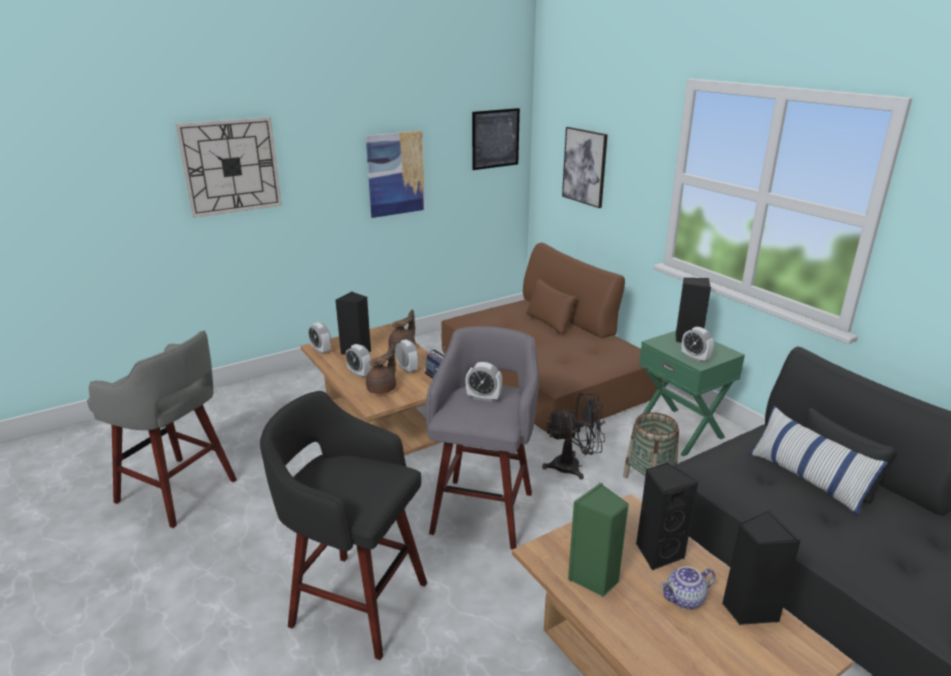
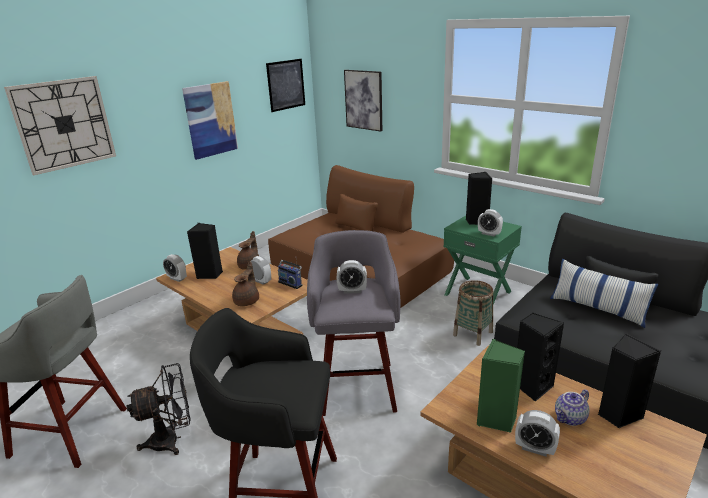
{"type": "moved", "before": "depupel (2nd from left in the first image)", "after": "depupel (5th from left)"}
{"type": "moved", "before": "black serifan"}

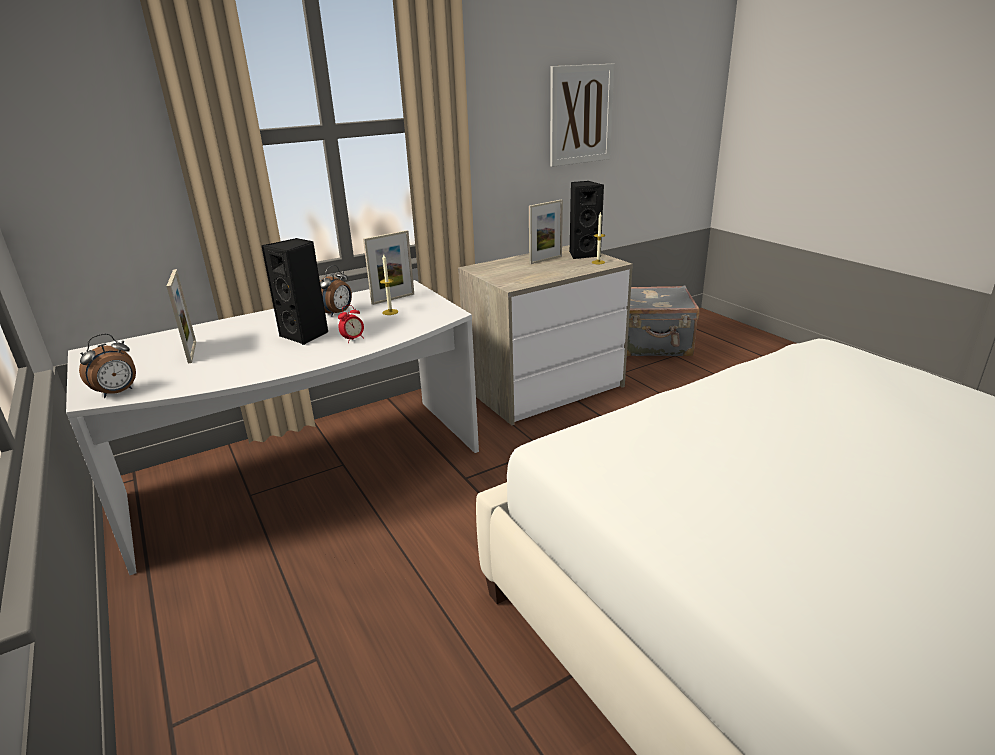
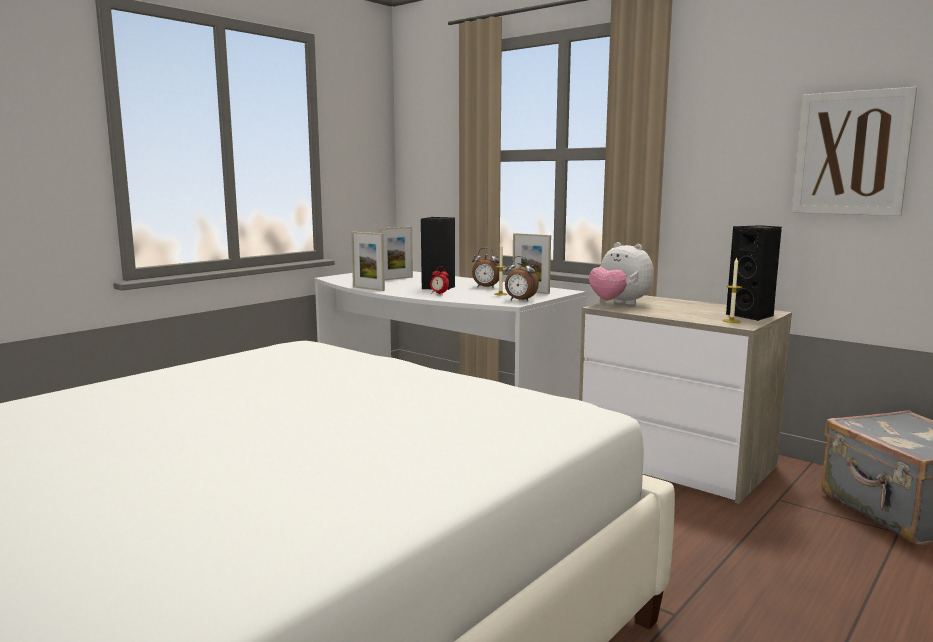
{"type": "added", "after": "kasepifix"}
{"type": "moved", "before": "depupel (1st from left in the first image)", "after": "depupel (3rd from left)"}
{"type": "moved", "before": "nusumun (3rd from left in the first image)", "after": "nusumun (1st from left)"}

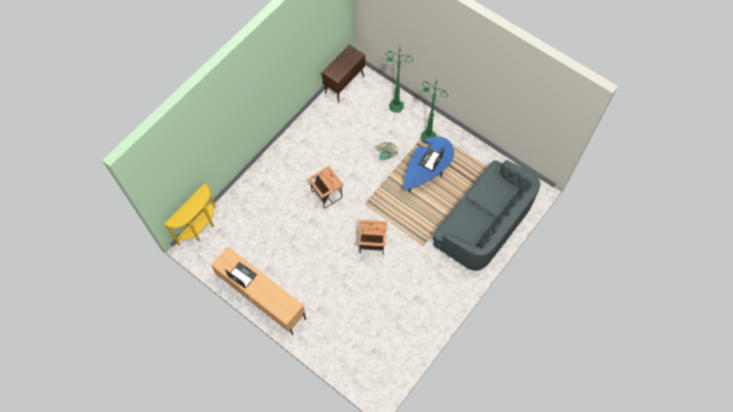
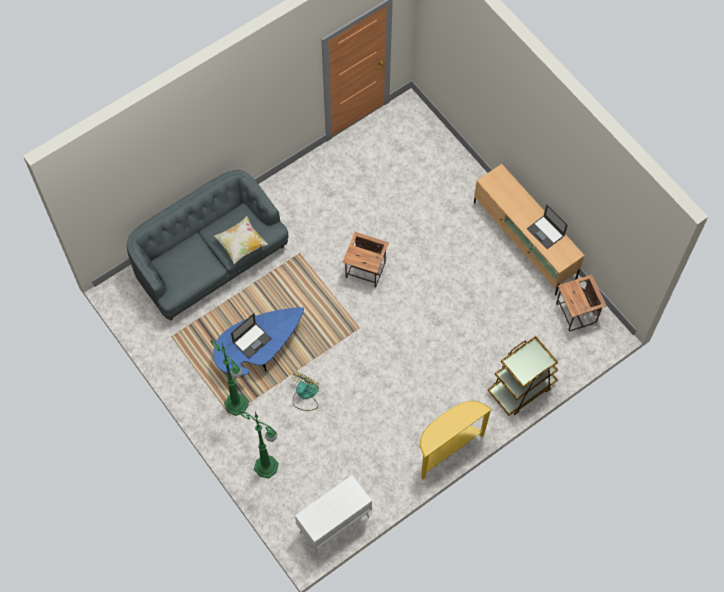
{"type": "added", "after": "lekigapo"}
{"type": "added", "after": "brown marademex"}
{"type": "moved", "before": "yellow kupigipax"}
{"type": "moved", "before": "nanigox (1st from left in the first image)", "after": "nanigox (2nd from left)"}
{"type": "recoloured", "before": "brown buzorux", "after": "white buzorux"}

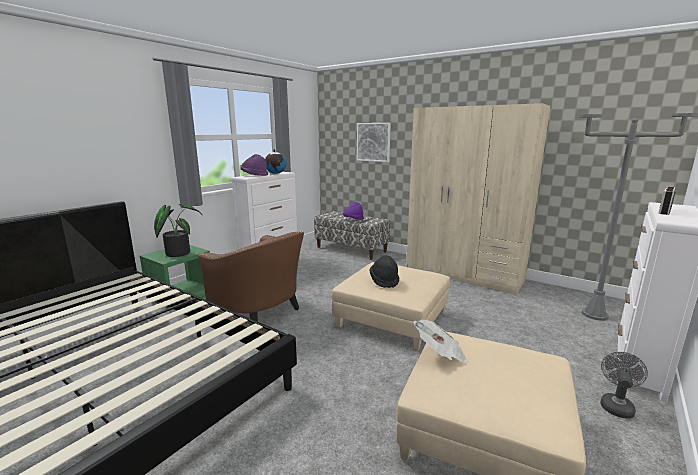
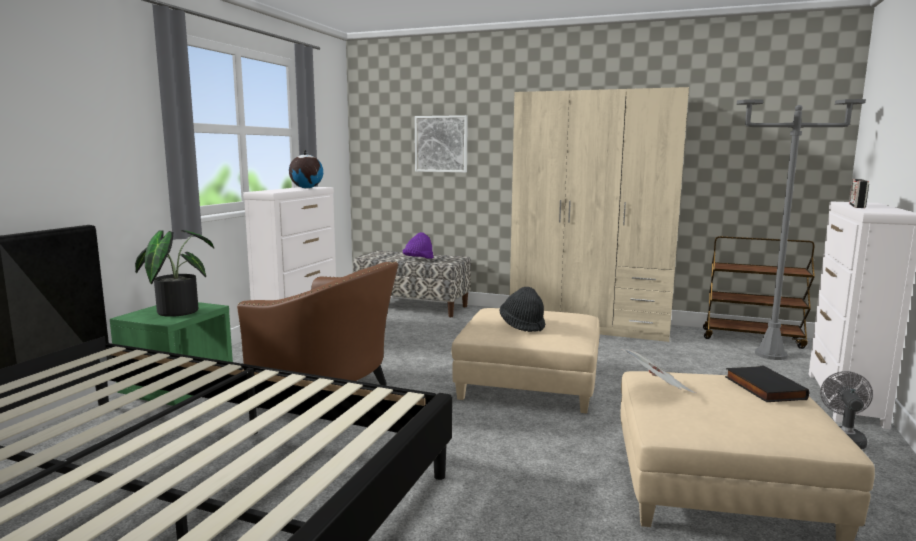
{"type": "removed", "before": "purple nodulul (1st from left)"}
{"type": "added", "after": "brown marademex"}
{"type": "added", "after": "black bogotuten"}

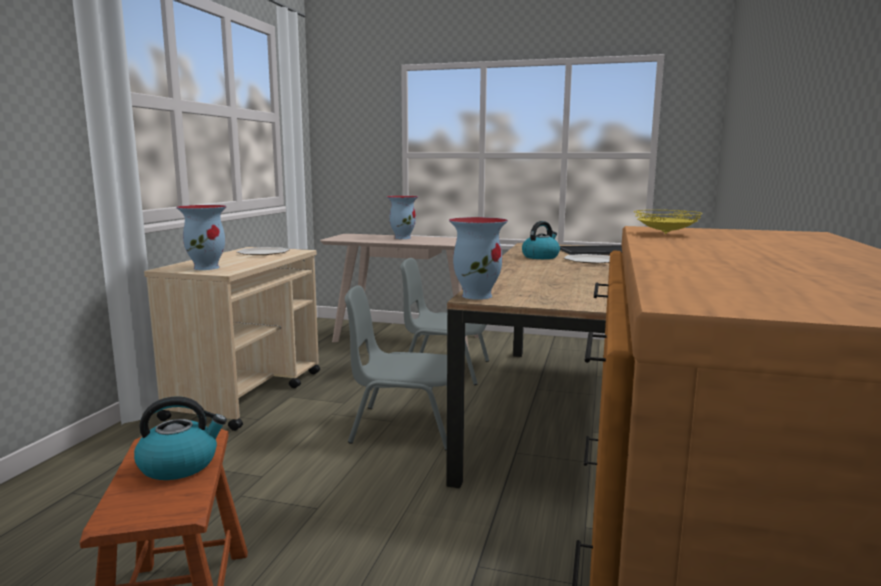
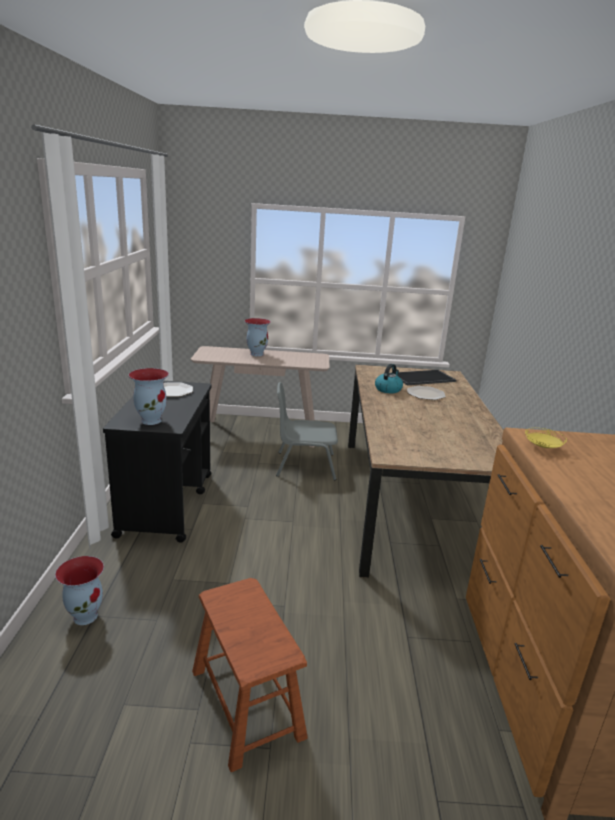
{"type": "removed", "before": "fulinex (1st from left)"}
{"type": "removed", "before": "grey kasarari (1st from left)"}
{"type": "moved", "before": "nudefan (3rd from left in the first image)", "after": "nudefan (1st from left)"}
{"type": "recoloured", "before": "beige marademex", "after": "black marademex"}

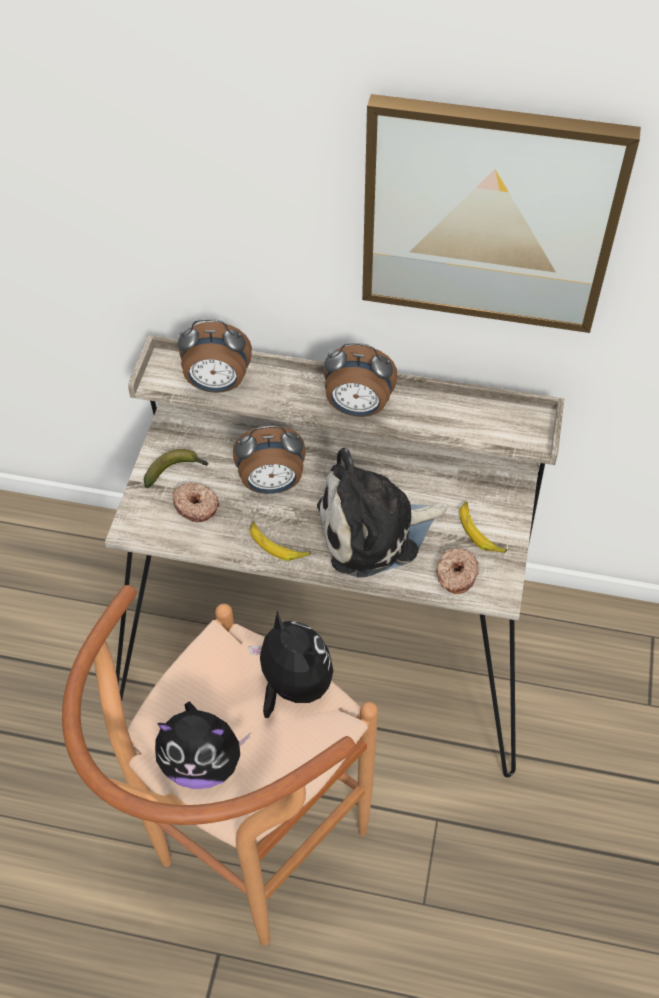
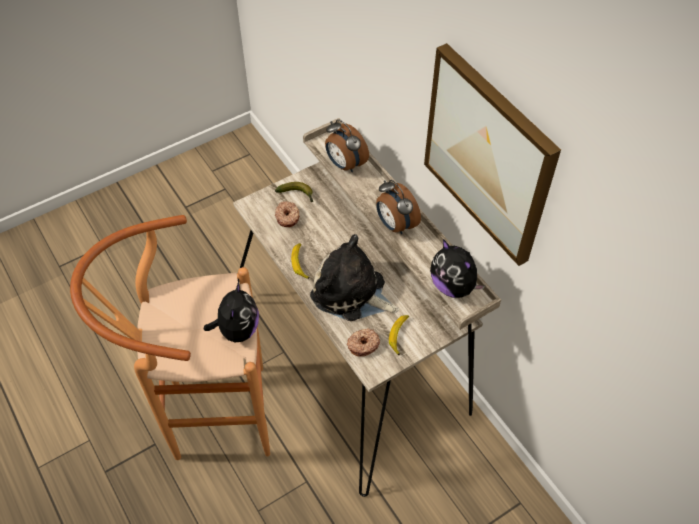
{"type": "removed", "before": "depupel (2nd from left)"}
{"type": "moved", "before": "kasepifix (1st from left in the first image)", "after": "kasepifix (3rd from left)"}

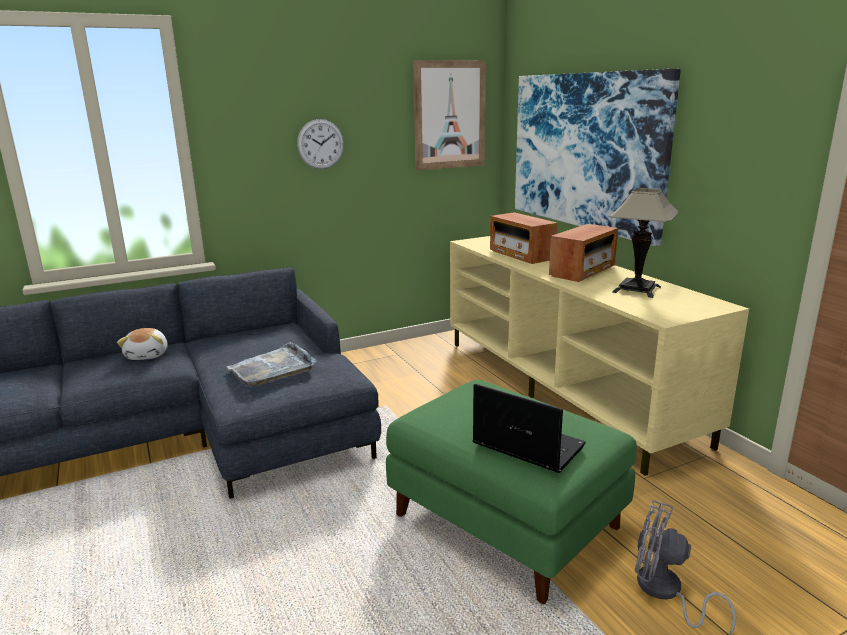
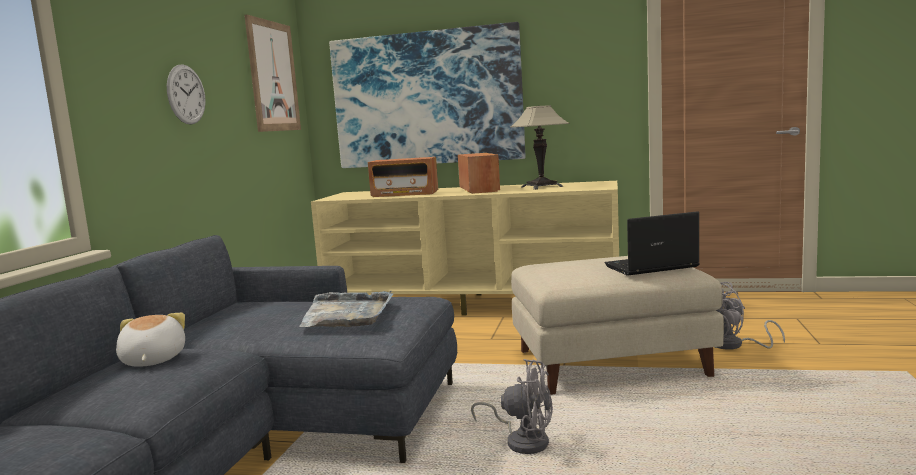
{"type": "added", "after": "grey serifan (1st from left)"}
{"type": "recoloured", "before": "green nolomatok", "after": "beige nolomatok"}
{"type": "turned", "before": "kasepifix", "turn": -135}

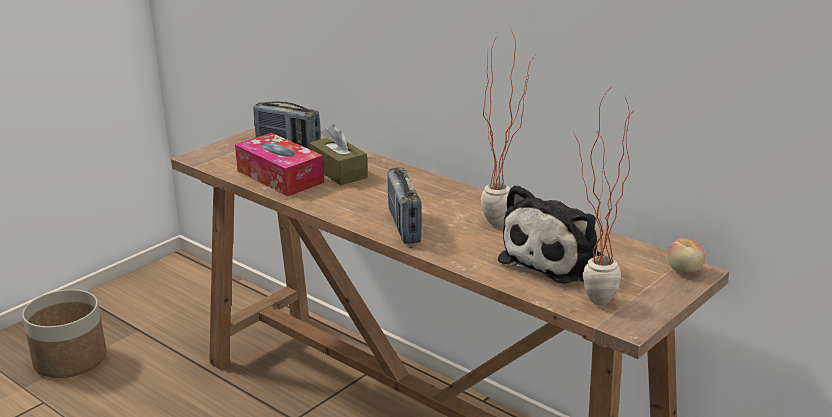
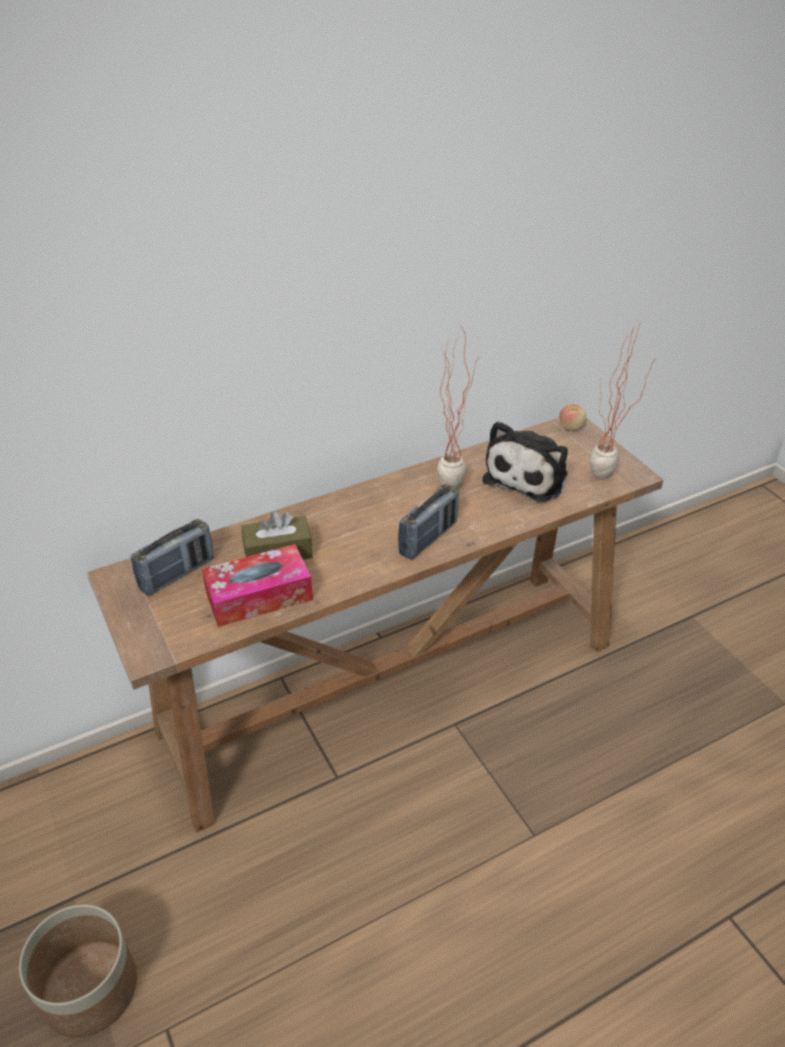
{"type": "turned", "before": "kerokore (2nd from left)", "turn": -60}
{"type": "turned", "before": "kasepifix", "turn": 60}

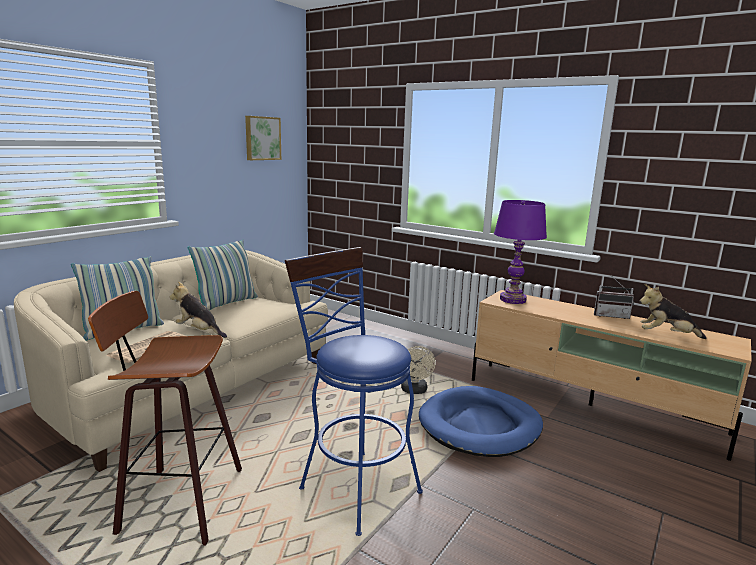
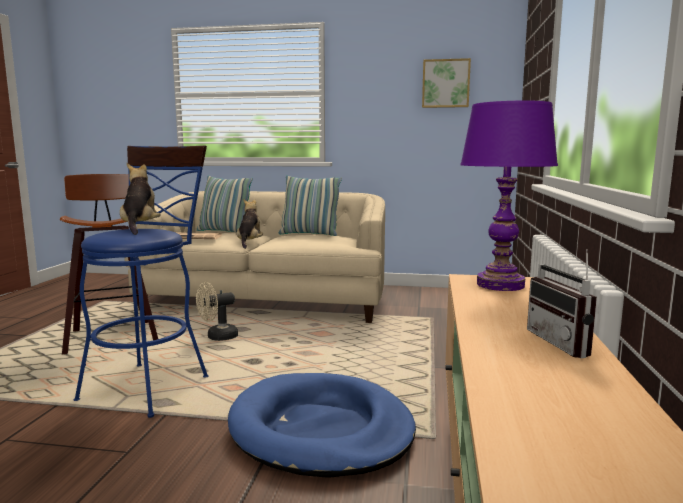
{"type": "moved", "before": "beige serifan"}
{"type": "moved", "before": "kasepifix (2nd from left in the first image)", "after": "kasepifix (1st from left)"}

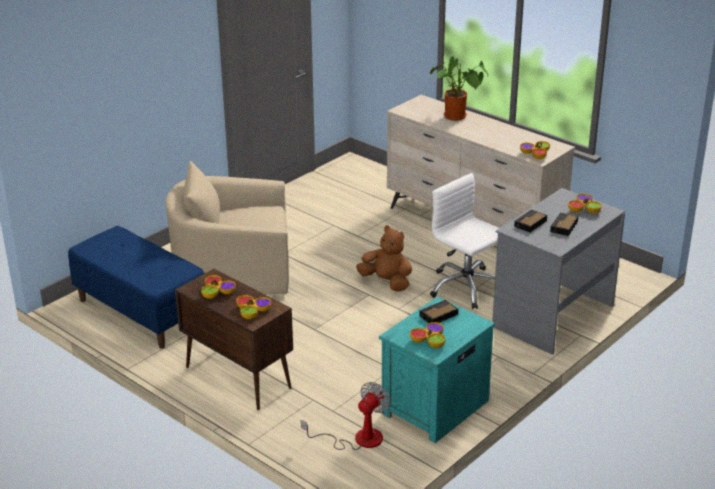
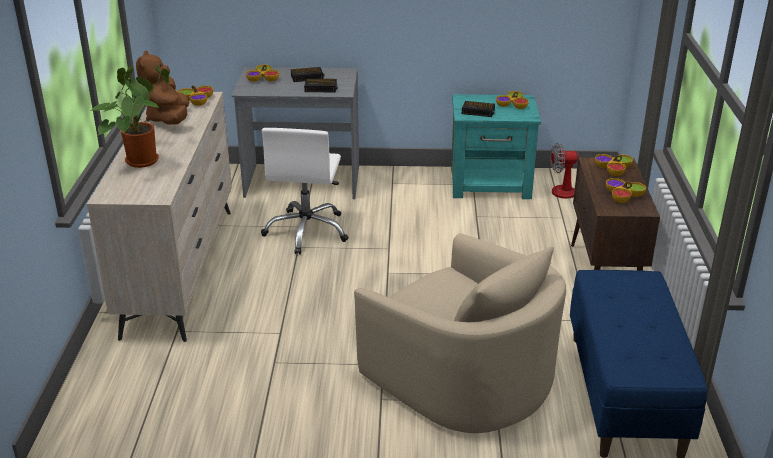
{"type": "moved", "before": "brown kasepifix"}

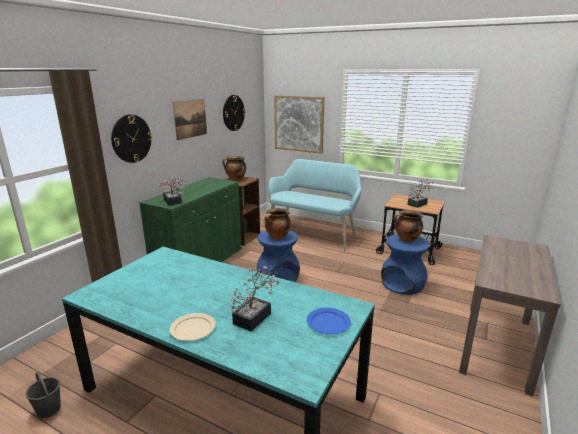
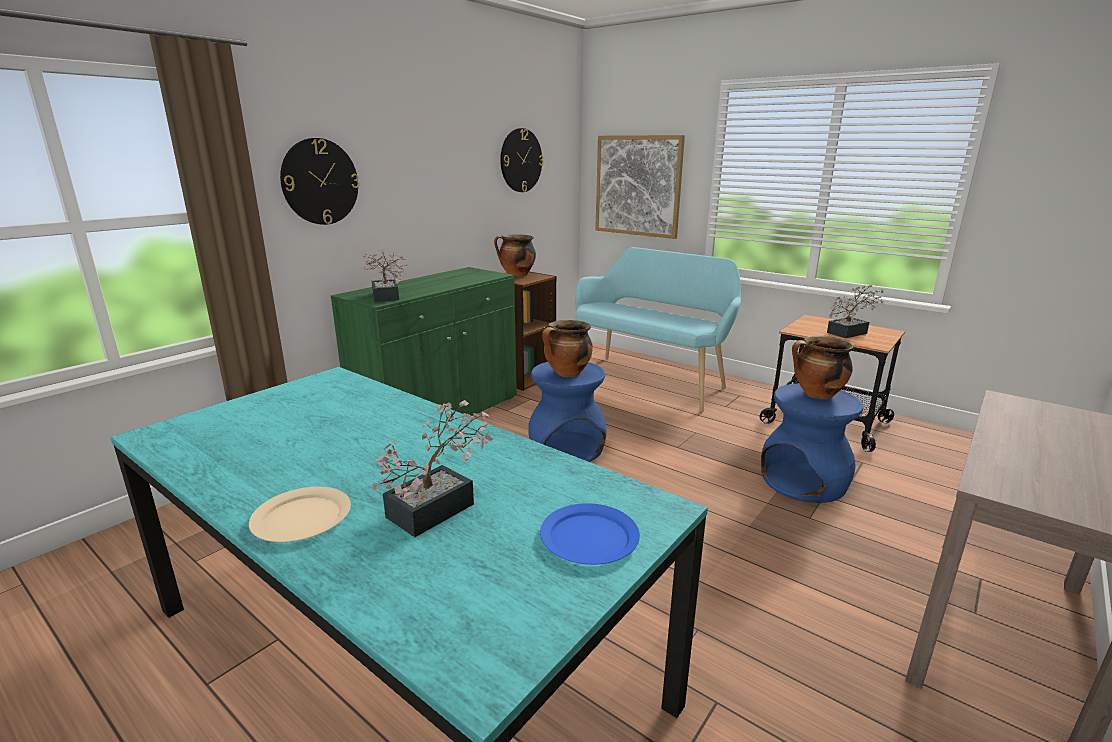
{"type": "removed", "before": "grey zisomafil"}
{"type": "removed", "before": "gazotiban (1st from left)"}

